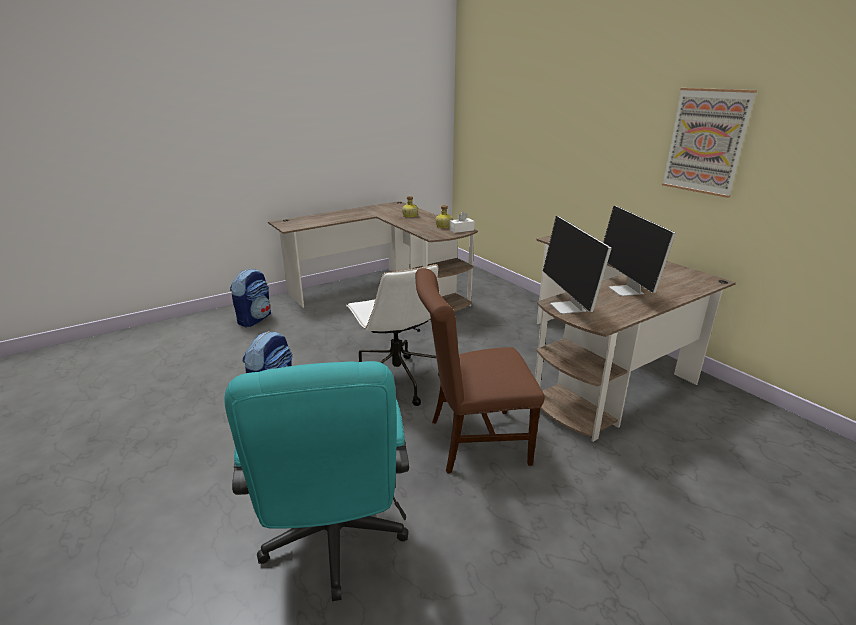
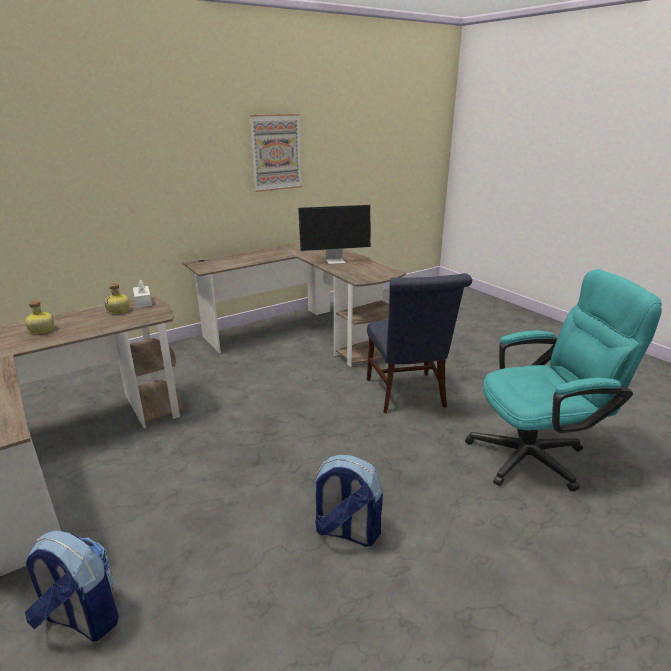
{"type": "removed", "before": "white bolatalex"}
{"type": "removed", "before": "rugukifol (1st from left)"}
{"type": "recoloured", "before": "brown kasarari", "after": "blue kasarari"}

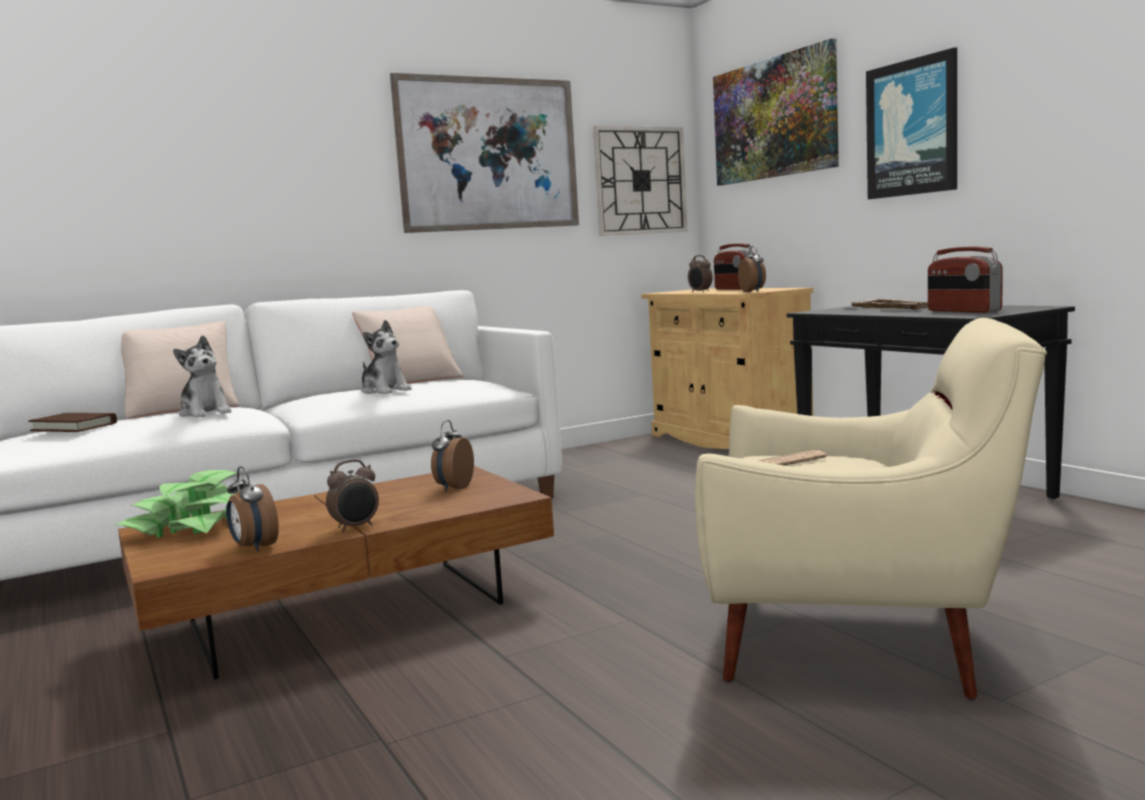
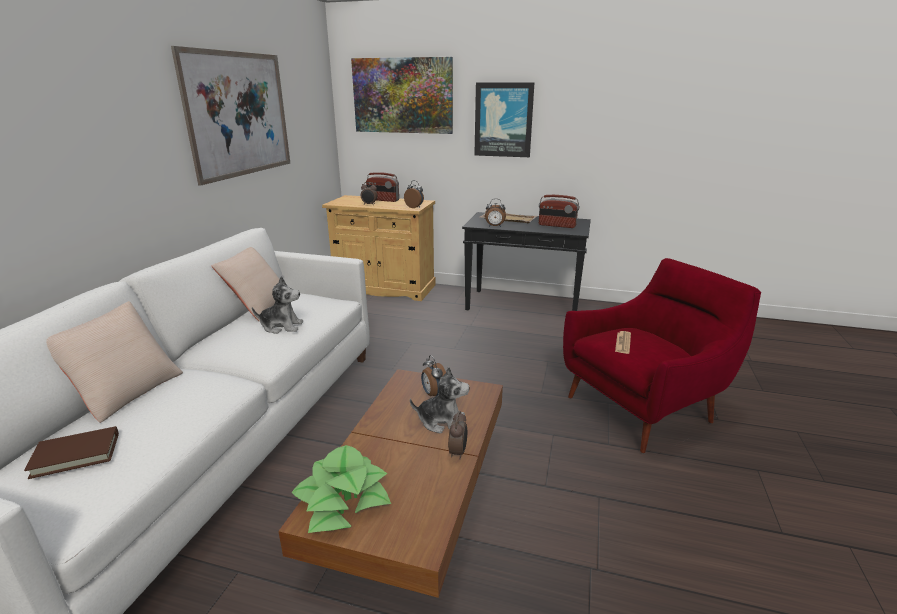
{"type": "removed", "before": "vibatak"}
{"type": "moved", "before": "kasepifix (1st from left in the first image)", "after": "kasepifix (2nd from left)"}
{"type": "moved", "before": "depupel (1st from left in the first image)", "after": "depupel (5th from left)"}
{"type": "recoloured", "before": "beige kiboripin", "after": "red kiboripin"}

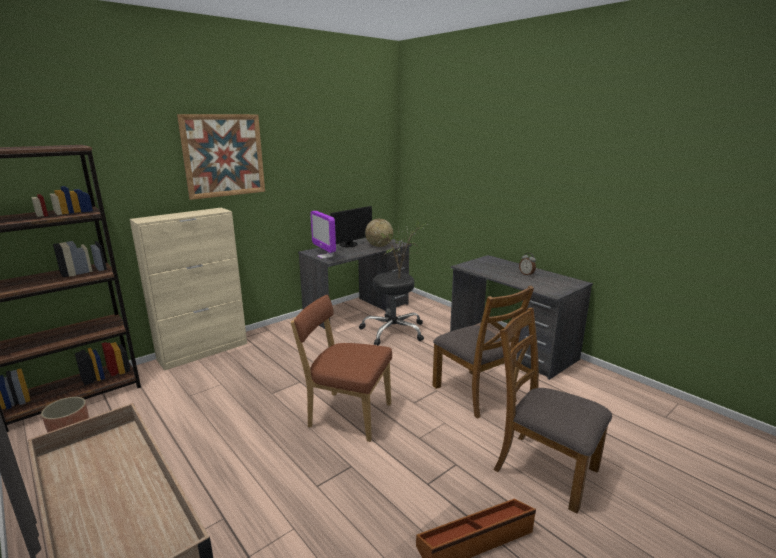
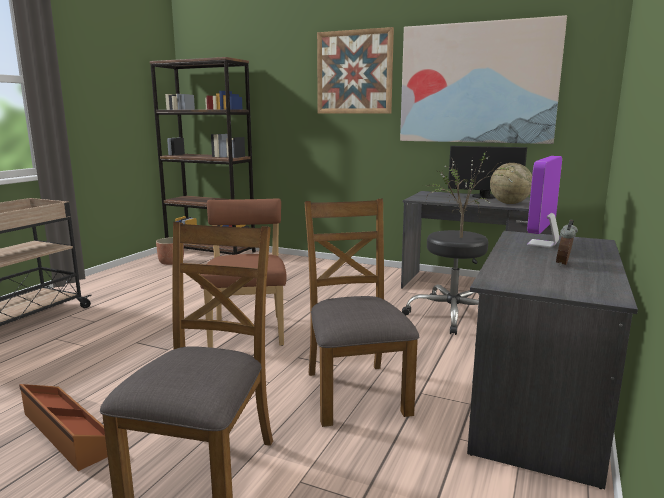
{"type": "removed", "before": "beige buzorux"}
{"type": "added", "after": "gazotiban (2nd from left)"}
{"type": "moved", "before": "rugukifol (1st from left in the first image)", "after": "rugukifol (2nd from left)"}
{"type": "turned", "before": "brown kasarari (2nd from left in the first image)", "turn": 135}

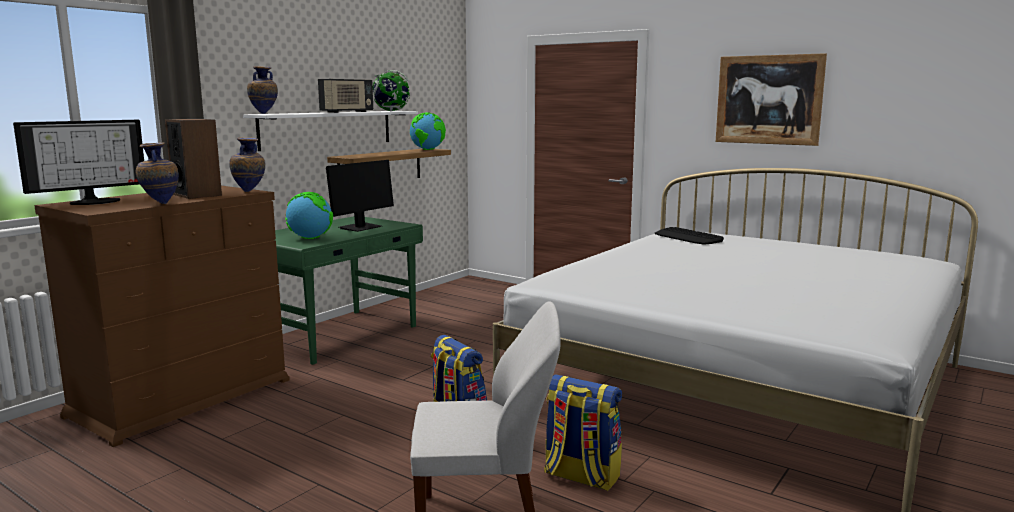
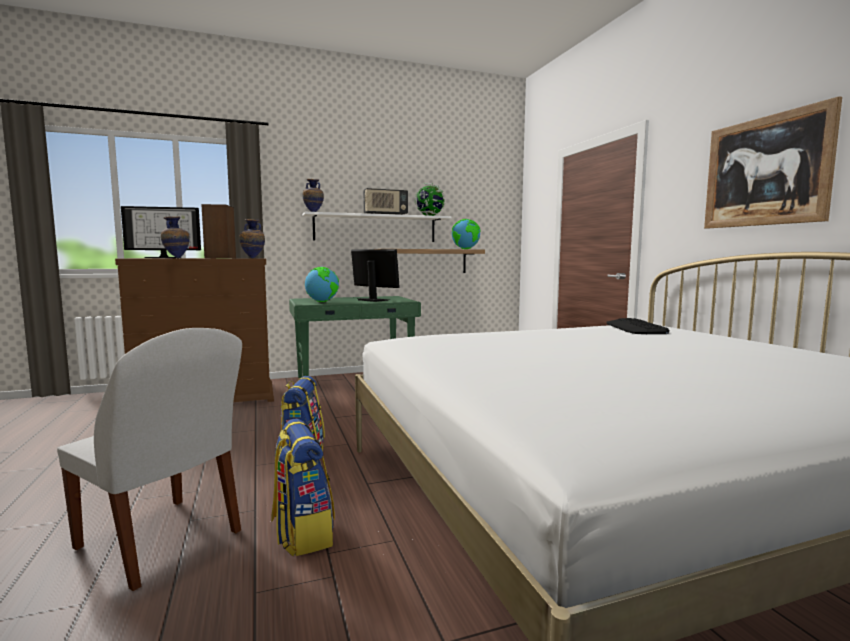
{"type": "turned", "before": "rugukifol (2nd from left)", "turn": -120}

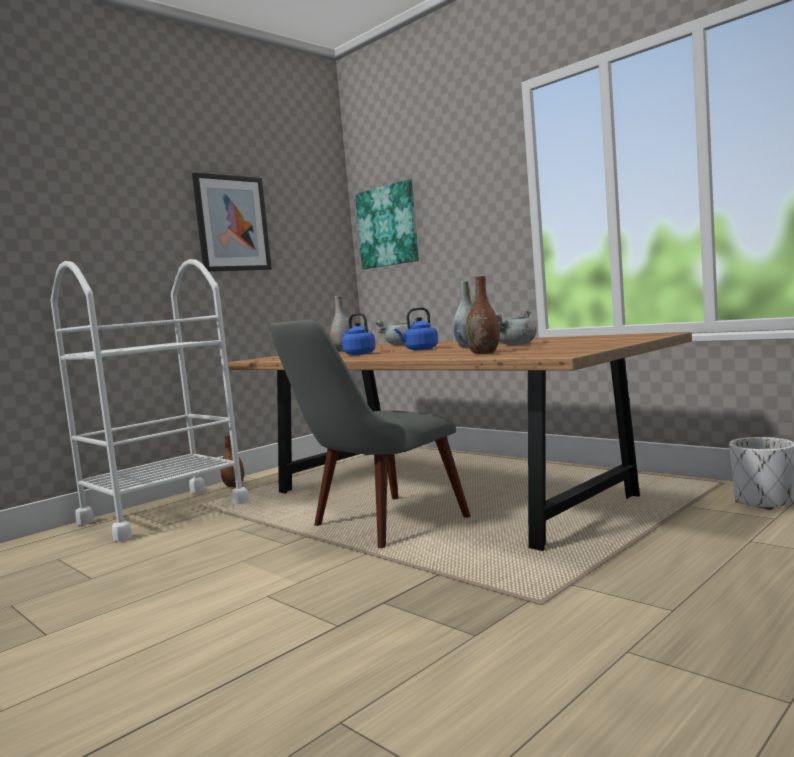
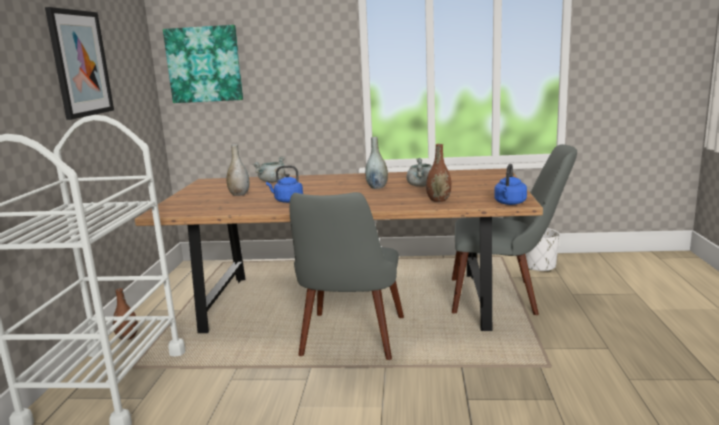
{"type": "added", "after": "grey kasarari (2nd from left)"}
{"type": "moved", "before": "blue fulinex (2nd from left)"}

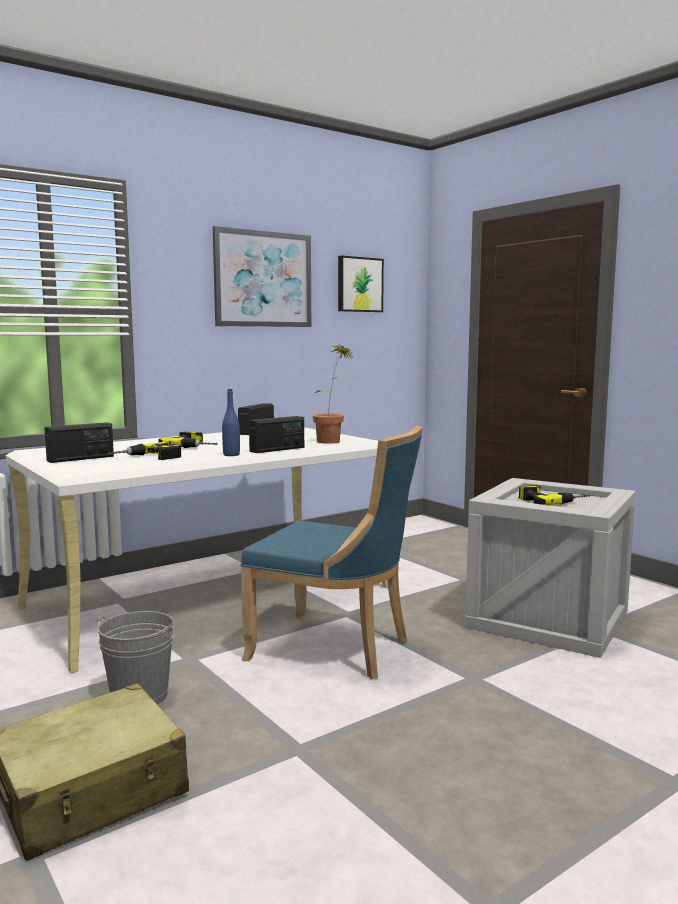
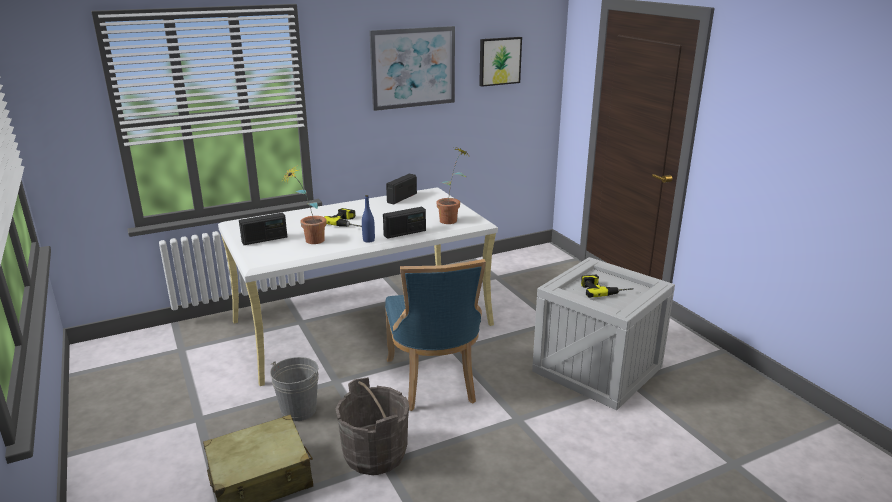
{"type": "added", "after": "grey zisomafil (2nd from left)"}
{"type": "replaced", "before": "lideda (1st from left)", "after": "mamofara (1st from left)"}
{"type": "turned", "before": "blue kasarari", "turn": 45}

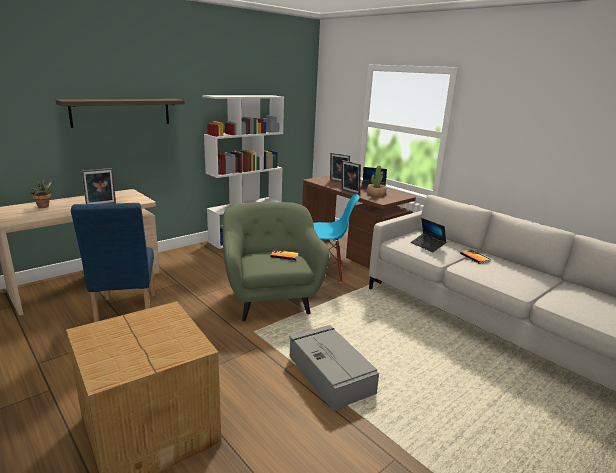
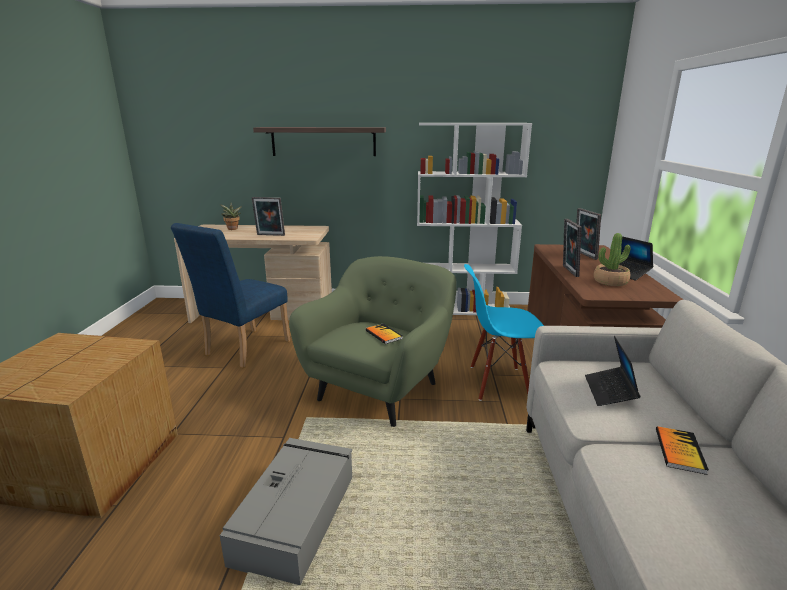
{"type": "turned", "before": "blue kasarari (2nd from left)", "turn": 135}

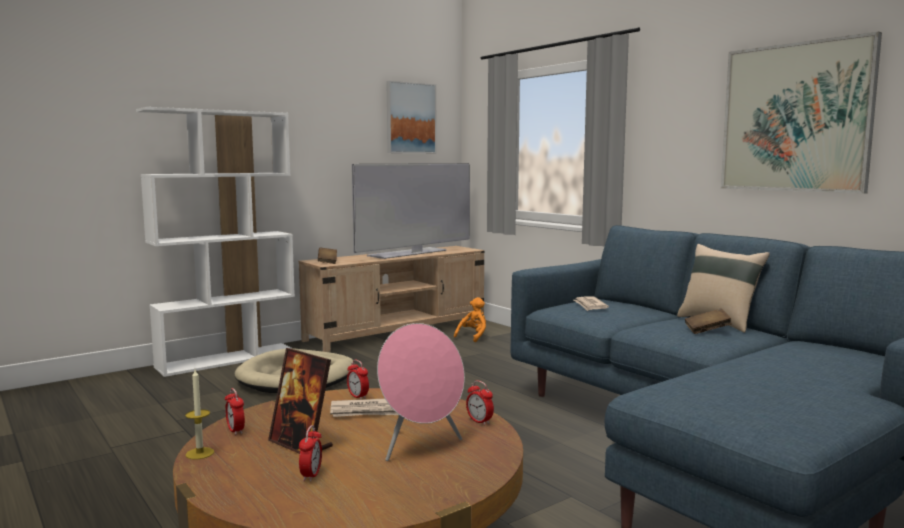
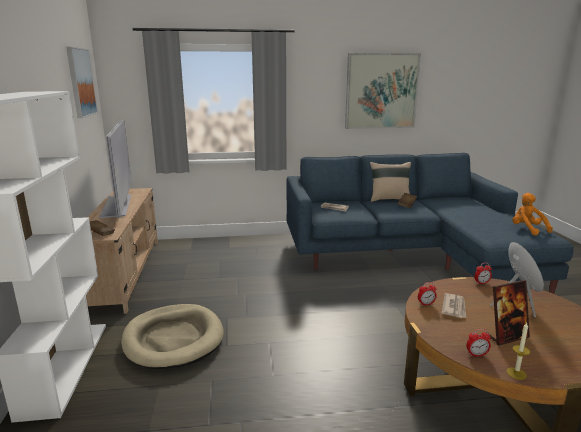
{"type": "removed", "before": "depupel (2nd from left)"}
{"type": "moved", "before": "orange kasepifix"}

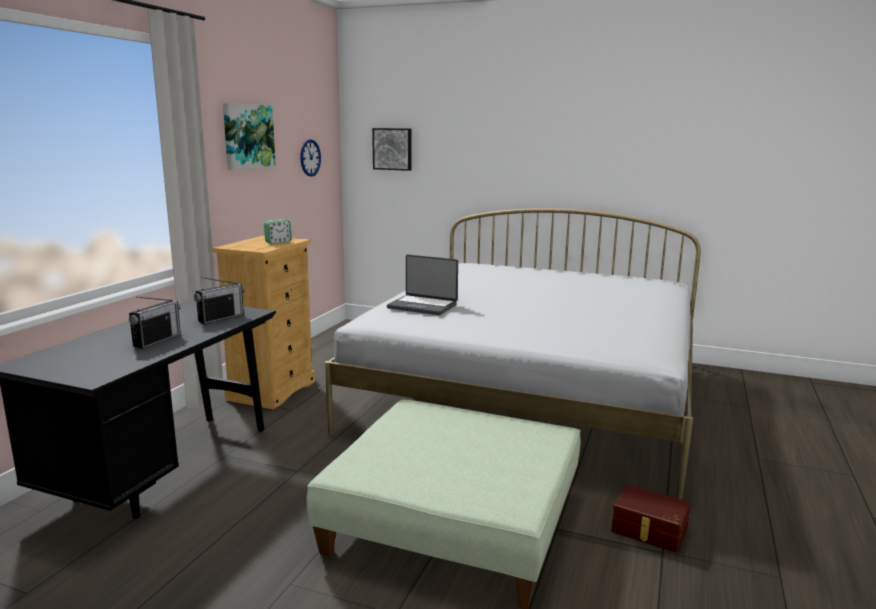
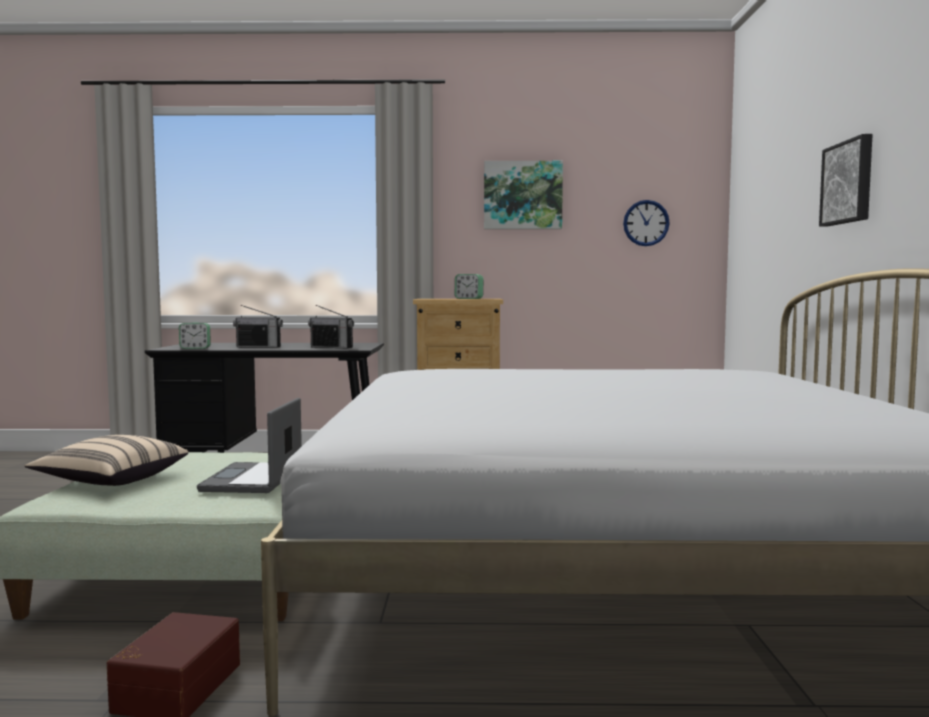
{"type": "added", "after": "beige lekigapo"}
{"type": "added", "after": "depupel (1st from left)"}
{"type": "moved", "before": "gazotiban (2nd from left)"}
{"type": "moved", "before": "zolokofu"}

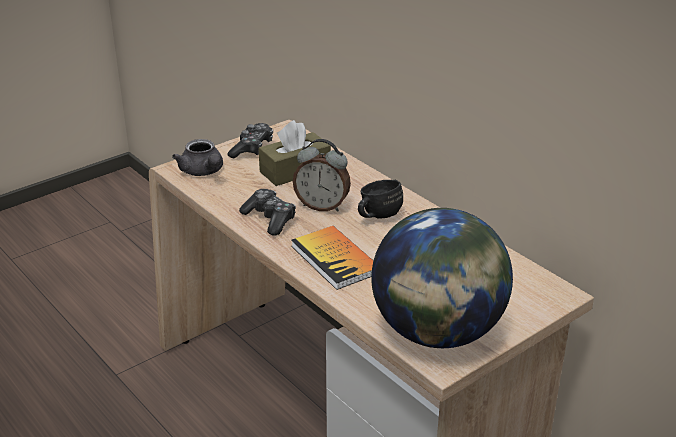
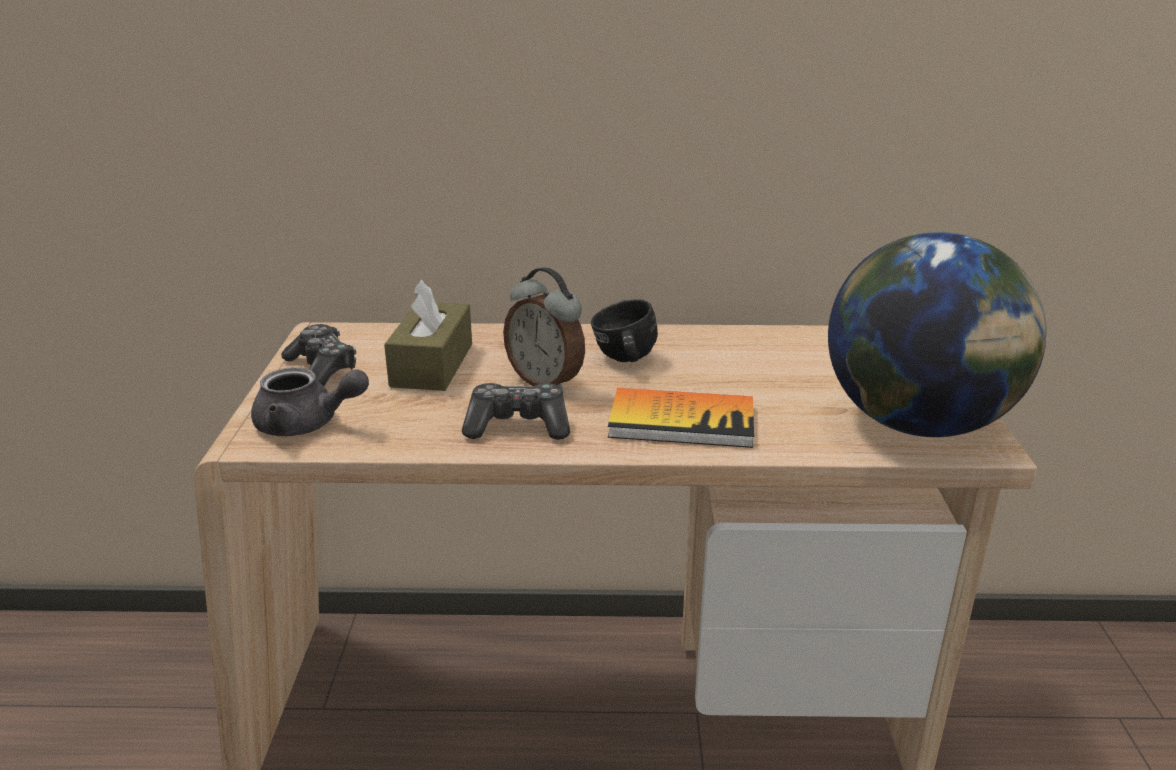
{"type": "turned", "before": "depupel", "turn": 75}

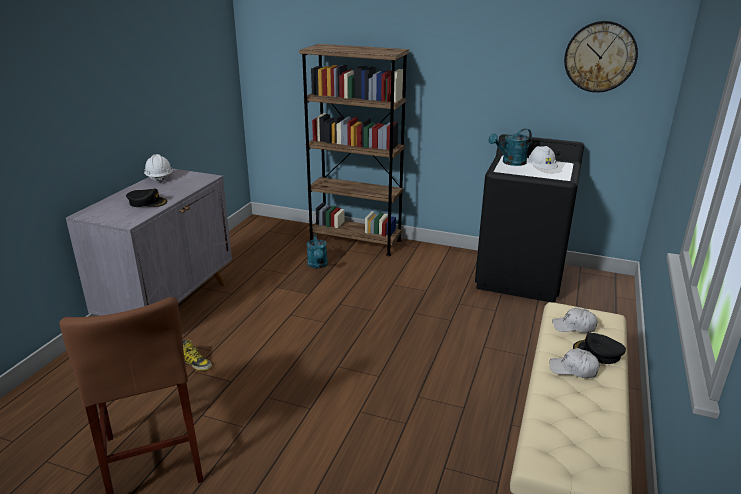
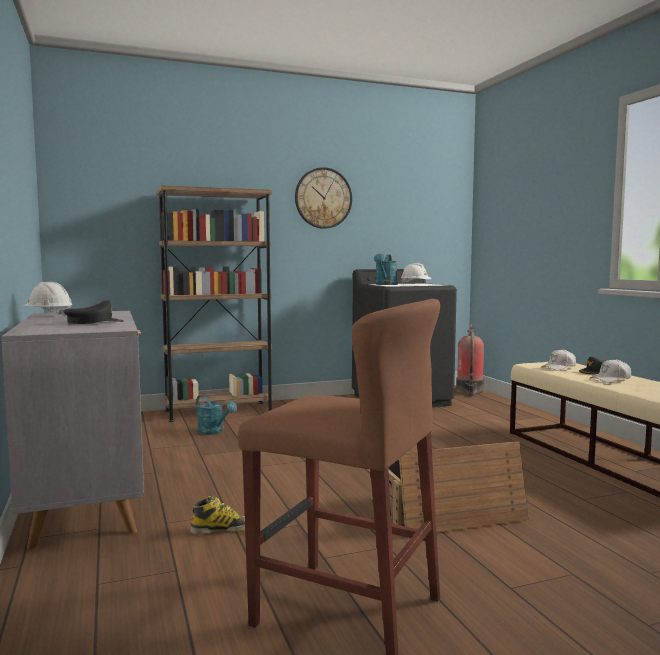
{"type": "added", "after": "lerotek"}
{"type": "added", "after": "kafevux"}
{"type": "moved", "before": "vibatak"}

